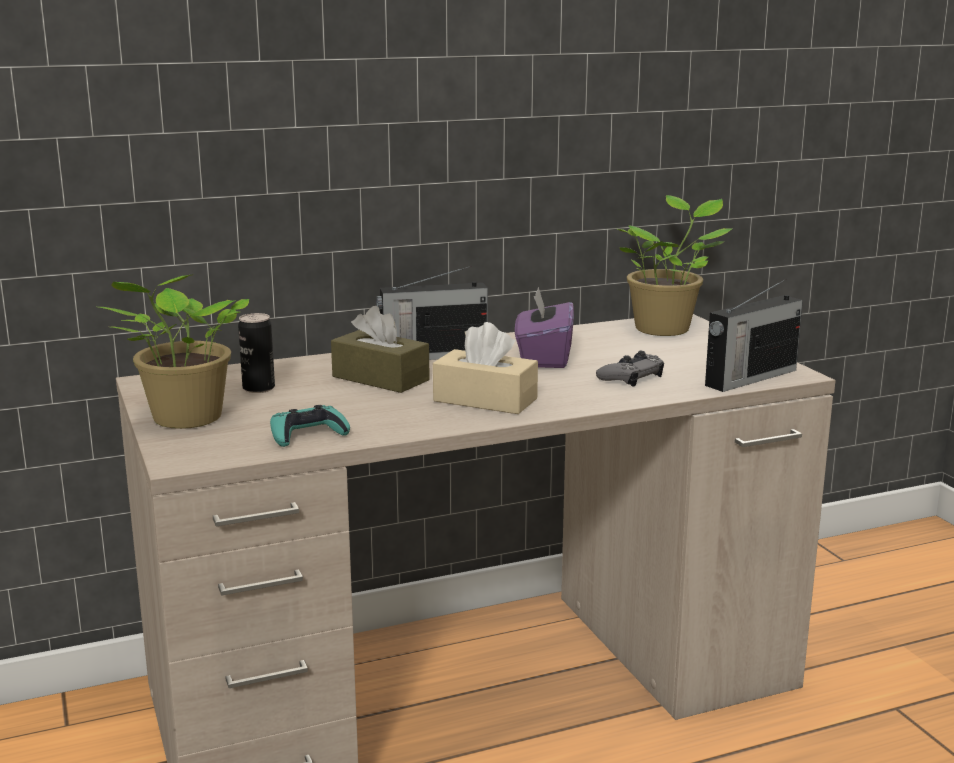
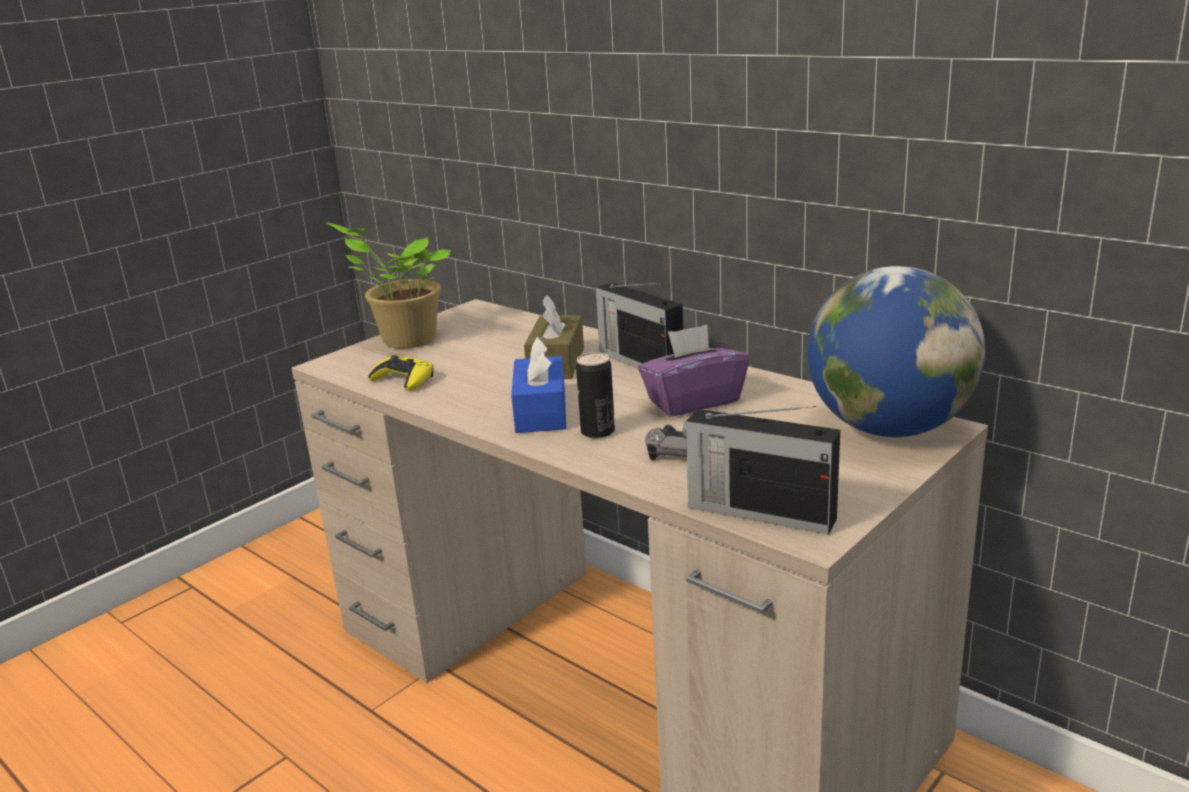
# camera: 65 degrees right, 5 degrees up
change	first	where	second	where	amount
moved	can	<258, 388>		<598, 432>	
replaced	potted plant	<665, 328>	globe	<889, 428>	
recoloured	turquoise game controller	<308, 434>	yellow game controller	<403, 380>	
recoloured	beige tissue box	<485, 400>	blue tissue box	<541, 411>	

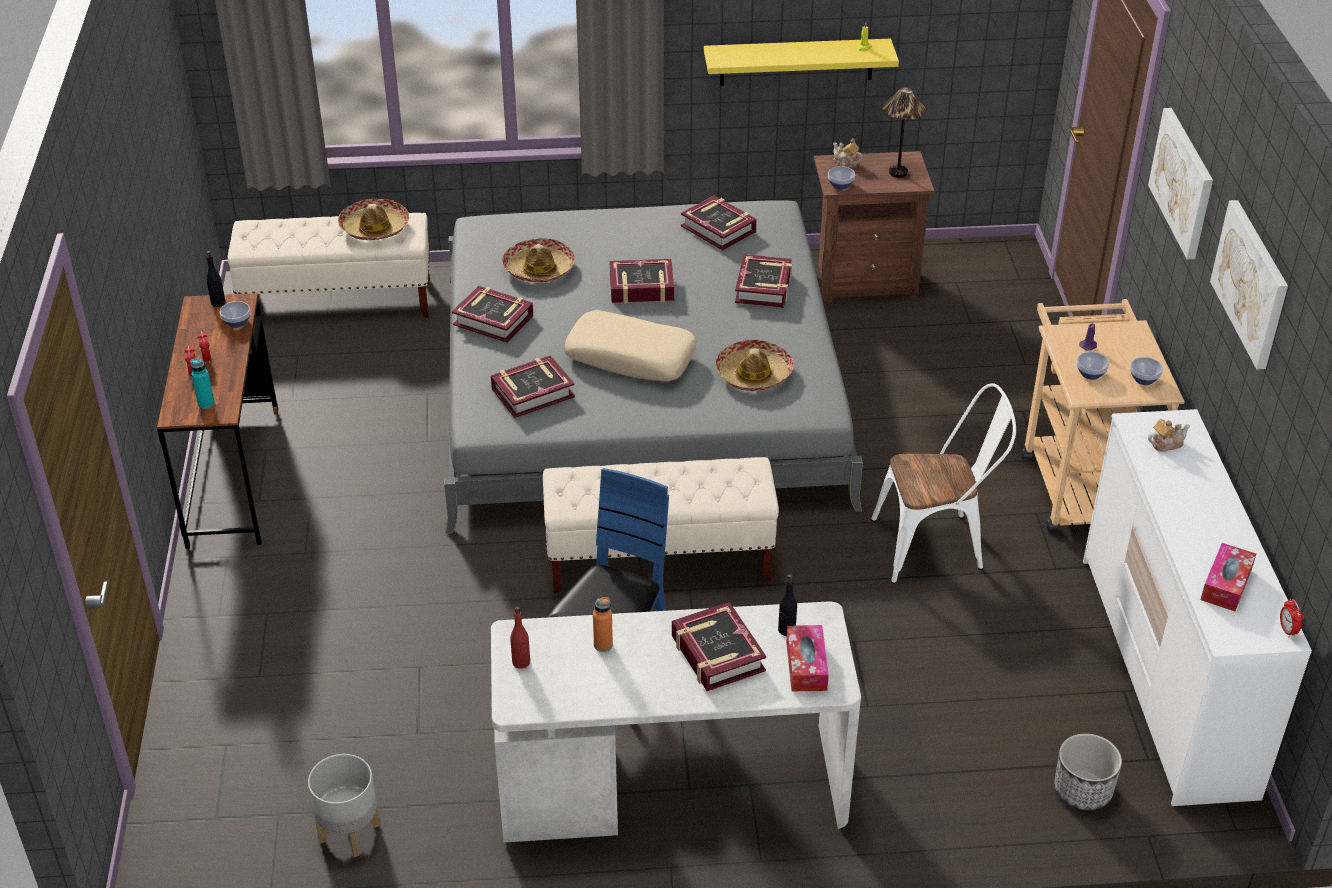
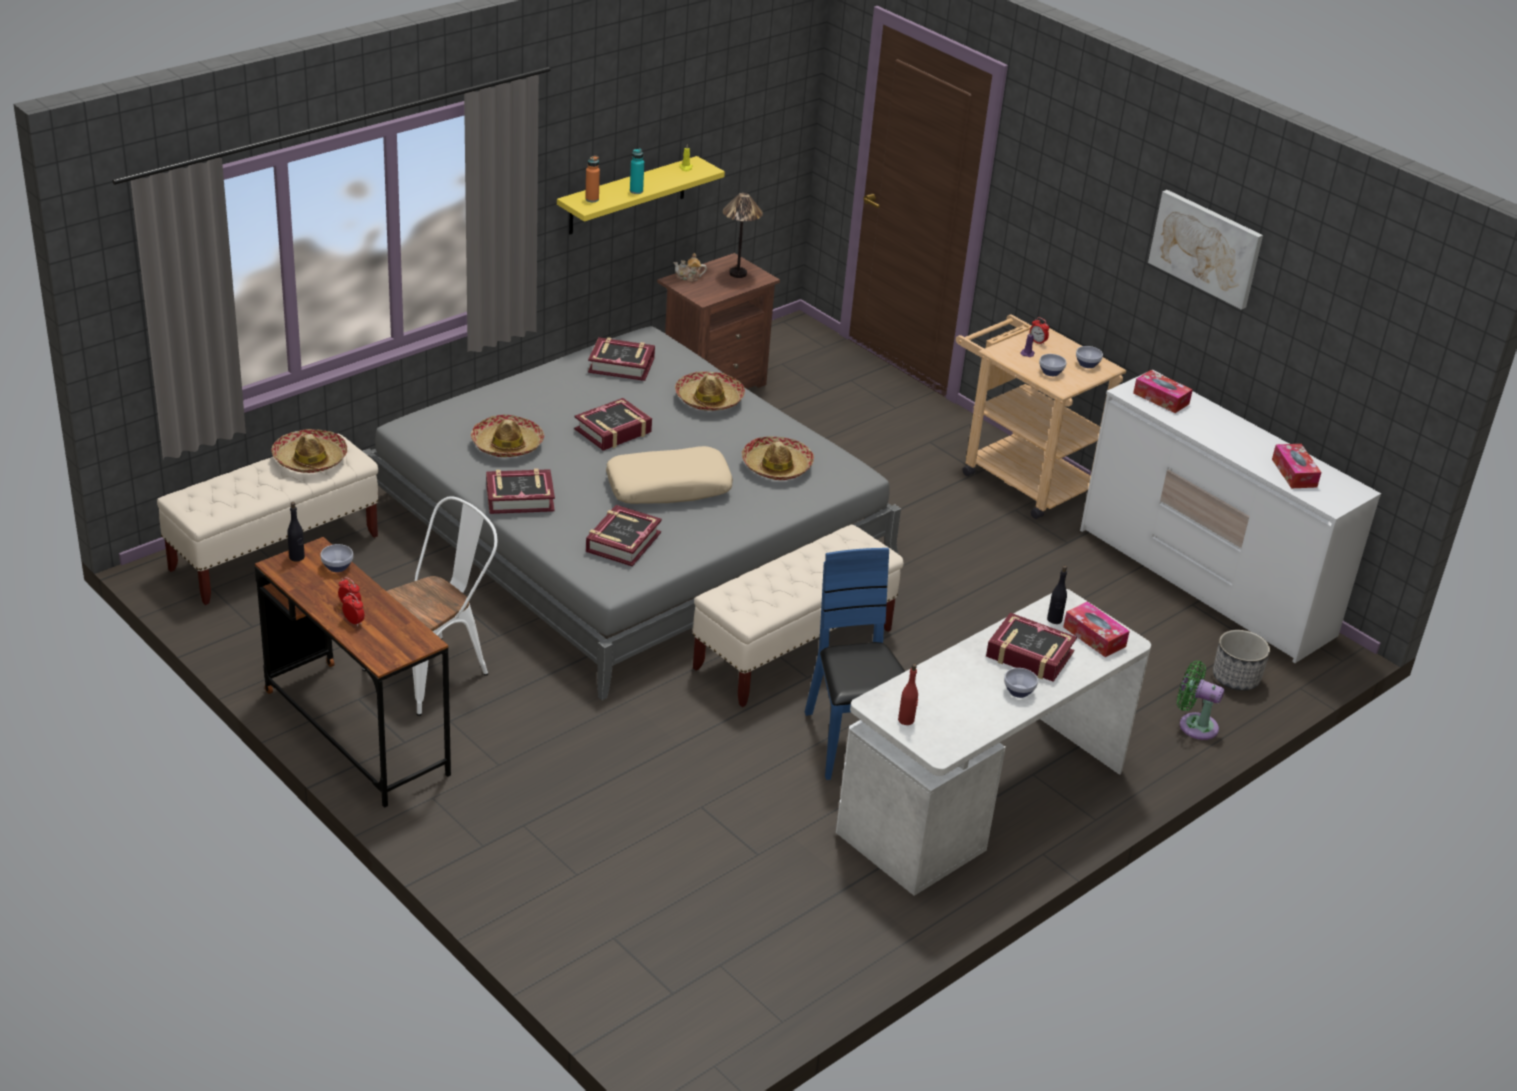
# camera: 40 degrees left, 5 degrees down
change	first	where	second	where	amount
removed	grey planter	<349, 833>			
removed	picture	<1183, 182>			
added			green fan	<1194, 725>	
moved	turquoise bottle	<206, 404>		<636, 191>	
moved	orange bottle	<603, 645>		<592, 199>	
moved	bowl	<839, 185>		<1018, 692>	
moved	white chair	<937, 545>		<435, 669>	
moved	alarm clock	<1287, 630>		<1037, 342>	
replaced	book	<764, 287>	hat	<708, 399>	
replaced	teapot	<1165, 444>	tissue box	<1161, 398>	

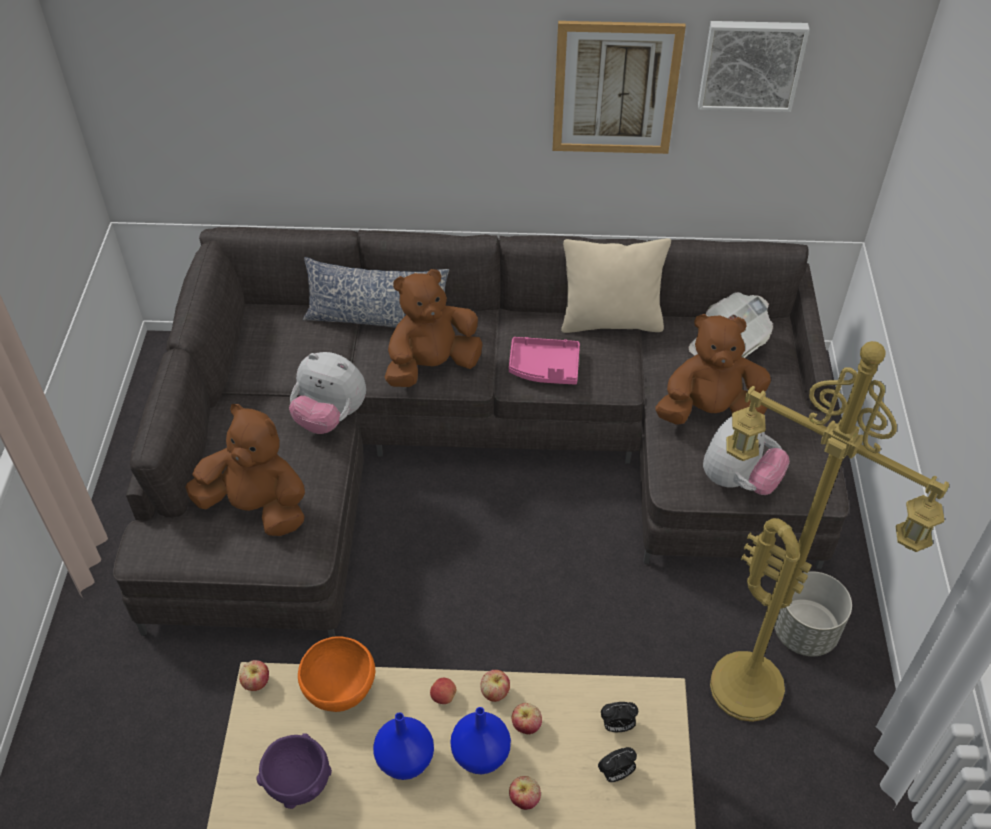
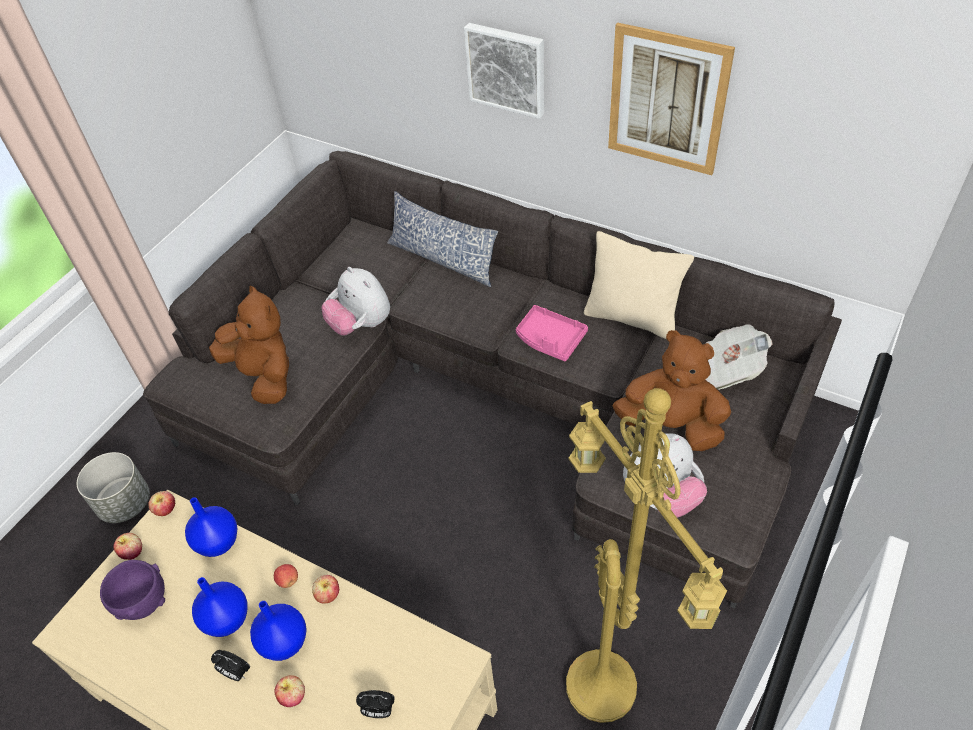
# camera: 30 degrees right, 0 degrees up
change	first	where	second	where	amount
removed	brown plush toy	<432, 366>			
moved	apple	<526, 725>		<133, 552>	
moved	alarm clock	<617, 726>		<235, 673>	
moved	picture	<751, 64>		<507, 69>	
moved	grey planter	<805, 632>		<125, 504>	
replaced	orange bowl	<340, 690>	blue vase	<218, 542>	

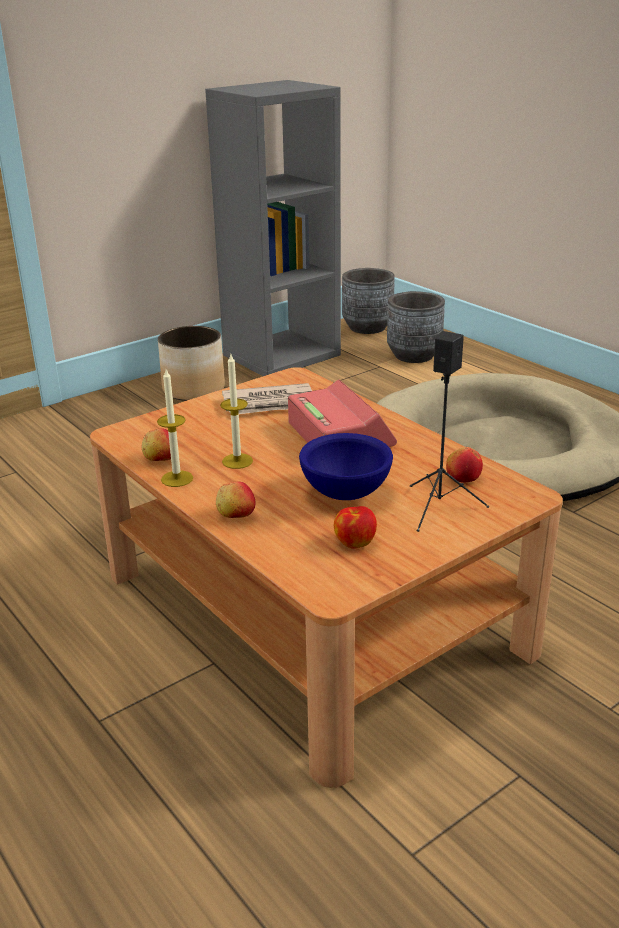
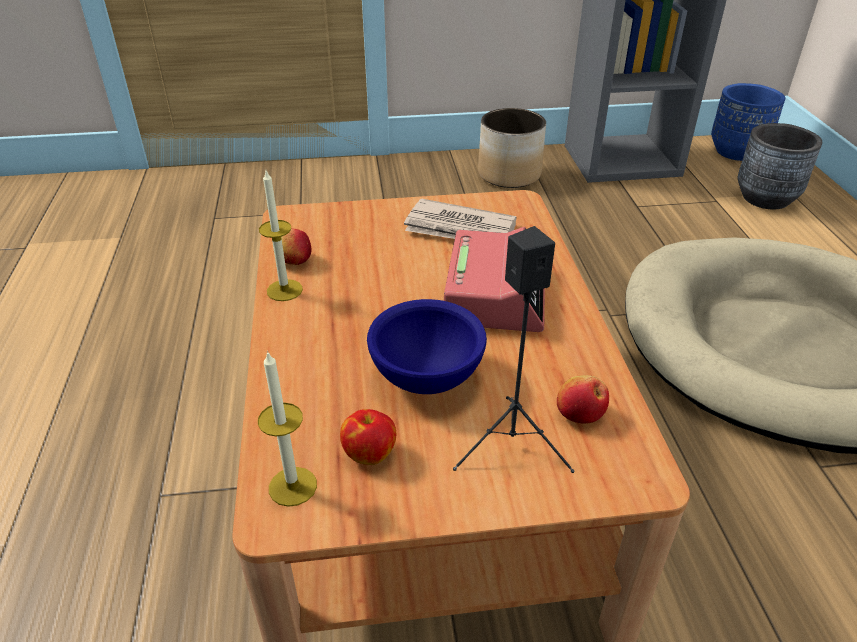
# camera: 30 degrees right, 10 degrees up
change	first	where	second	where	amount
removed	apple	<236, 515>			
moved	candle	<237, 461>		<292, 486>	
recoloured	grey planter	<367, 327>	blue planter	<737, 152>	

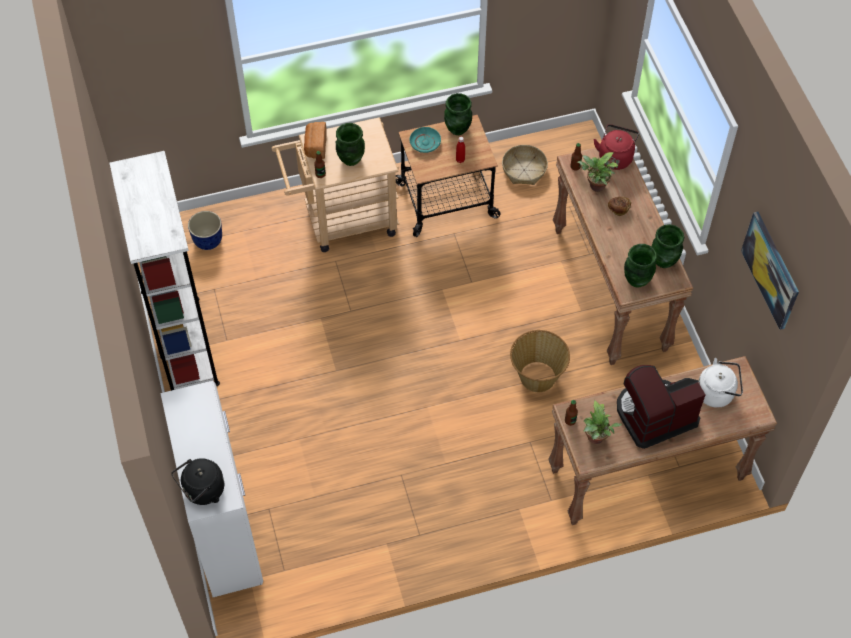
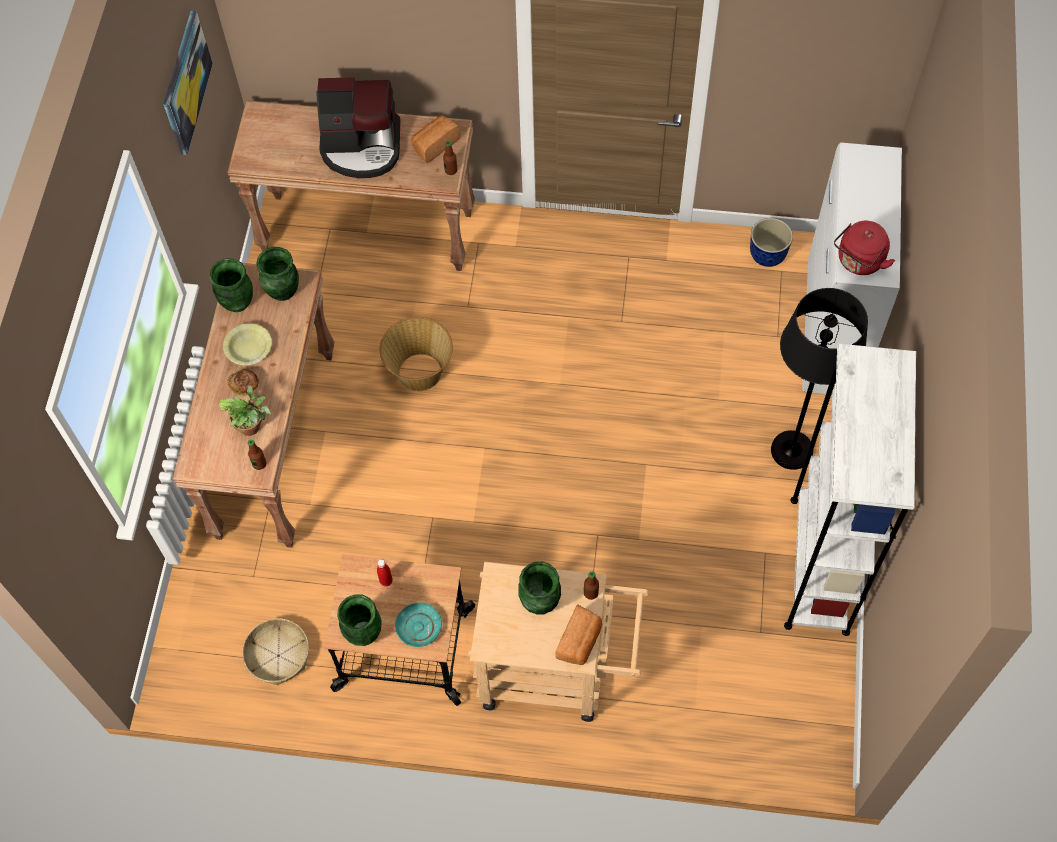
# camera: 155 degrees left, 5 degrees up
change	first	where	second	where	amount
removed	black kettle	<202, 491>			
removed	white kettle	<717, 393>			
added			yellow bowl	<249, 349>	
added			black floor lamp	<792, 451>	
moved	planter	<207, 241>		<768, 255>	
moved	red kettle	<615, 157>		<859, 262>	
replaced	potted plant	<596, 439>	bread	<435, 144>	

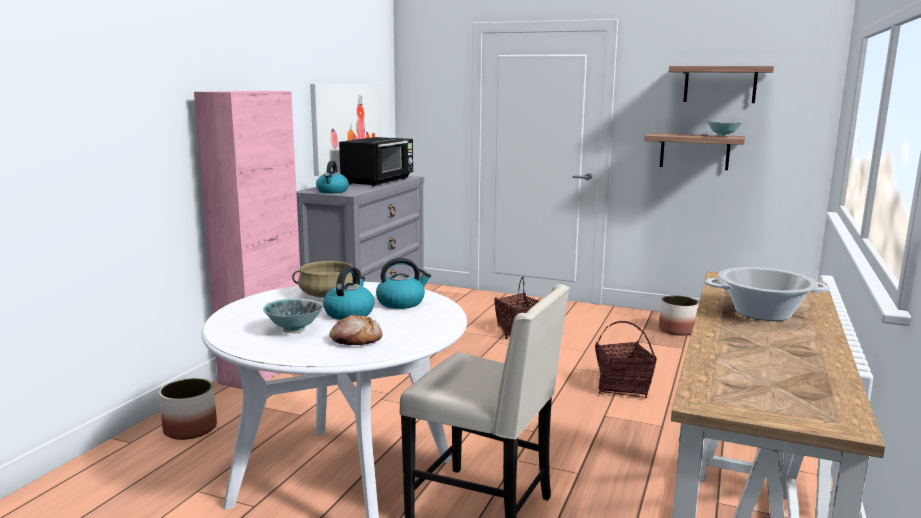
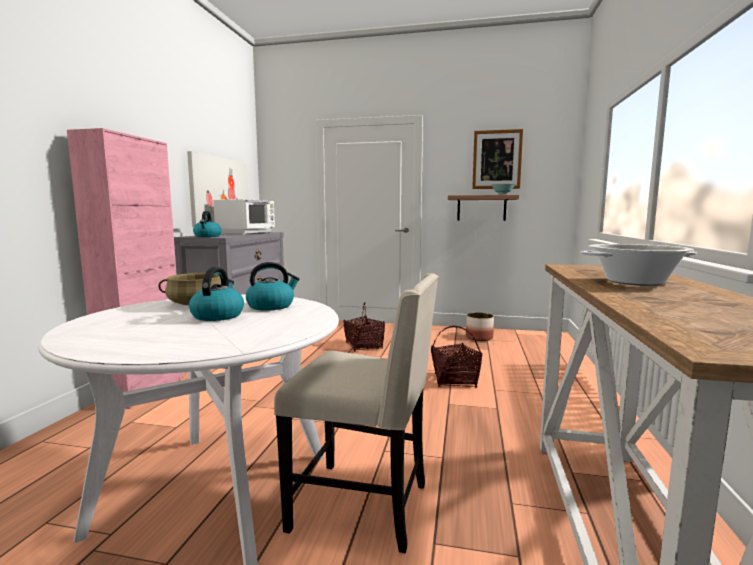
# camera: 10 degrees left, 5 degrees down
change	first	where	second	where	amount
removed	planter	<190, 429>			
removed	bowl	<294, 330>			
removed	bread	<355, 340>			
replaced	shelf	<720, 84>	picture	<497, 159>	
recoloured	black microwave	<379, 181>	white microwave	<247, 233>	

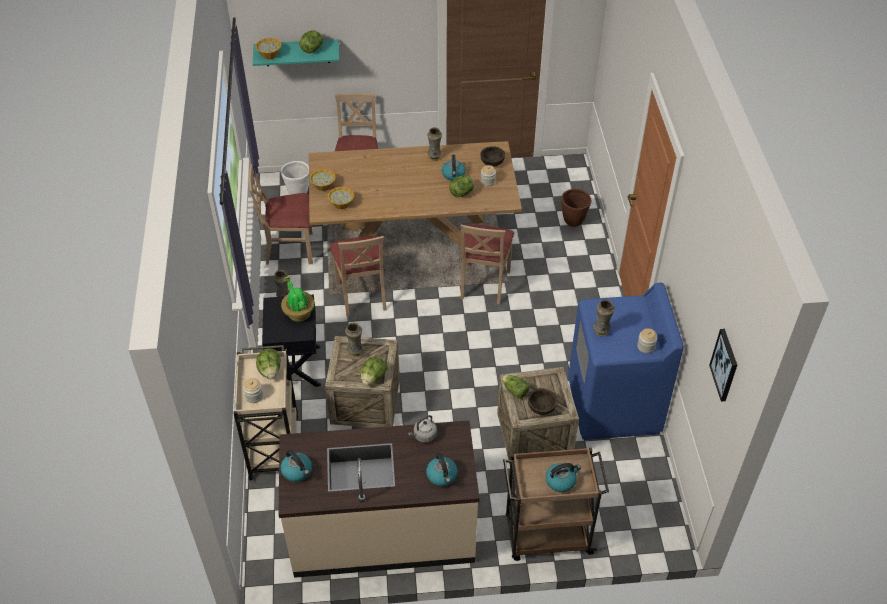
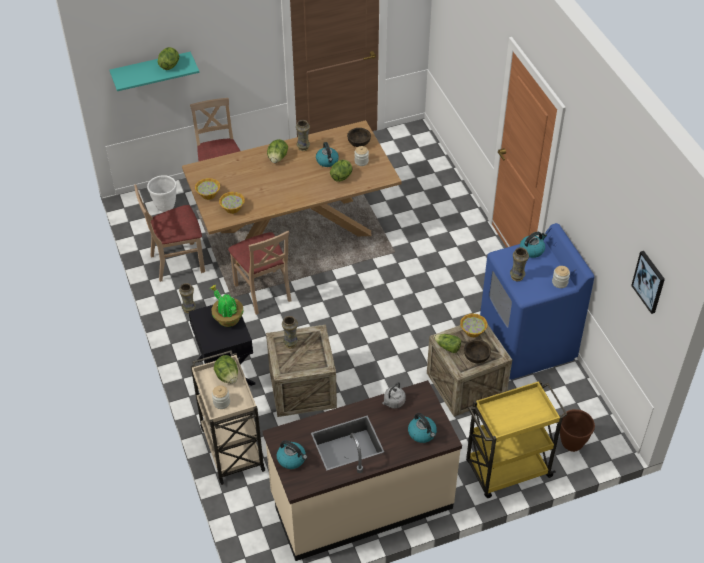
# camera: 15 degrees left, 0 degrees up
change	first	where	second	where	amount
removed	beige chair	<483, 283>			
moved	bowl	<269, 55>		<473, 331>	
moved	lettuce	<373, 378>		<277, 158>	
moved	kettle	<561, 481>		<532, 250>	
moved	brown planter	<573, 221>		<572, 444>	
recoloured	brown cart	<546, 535>	yellow cart	<507, 470>	

